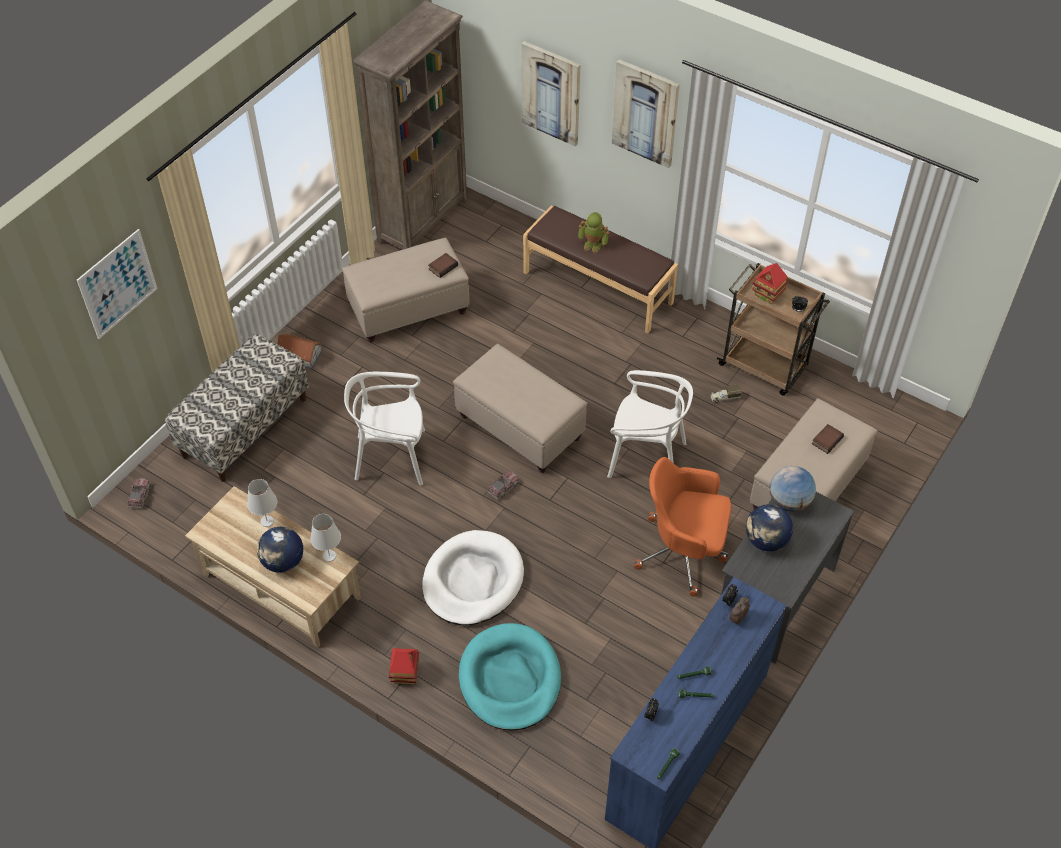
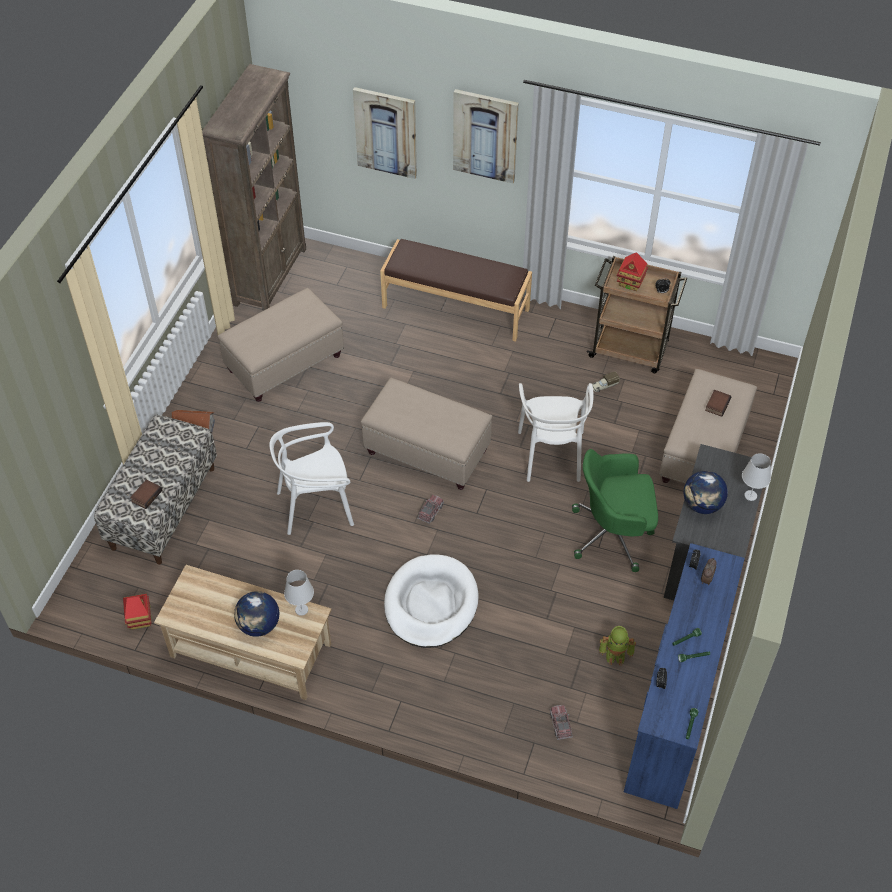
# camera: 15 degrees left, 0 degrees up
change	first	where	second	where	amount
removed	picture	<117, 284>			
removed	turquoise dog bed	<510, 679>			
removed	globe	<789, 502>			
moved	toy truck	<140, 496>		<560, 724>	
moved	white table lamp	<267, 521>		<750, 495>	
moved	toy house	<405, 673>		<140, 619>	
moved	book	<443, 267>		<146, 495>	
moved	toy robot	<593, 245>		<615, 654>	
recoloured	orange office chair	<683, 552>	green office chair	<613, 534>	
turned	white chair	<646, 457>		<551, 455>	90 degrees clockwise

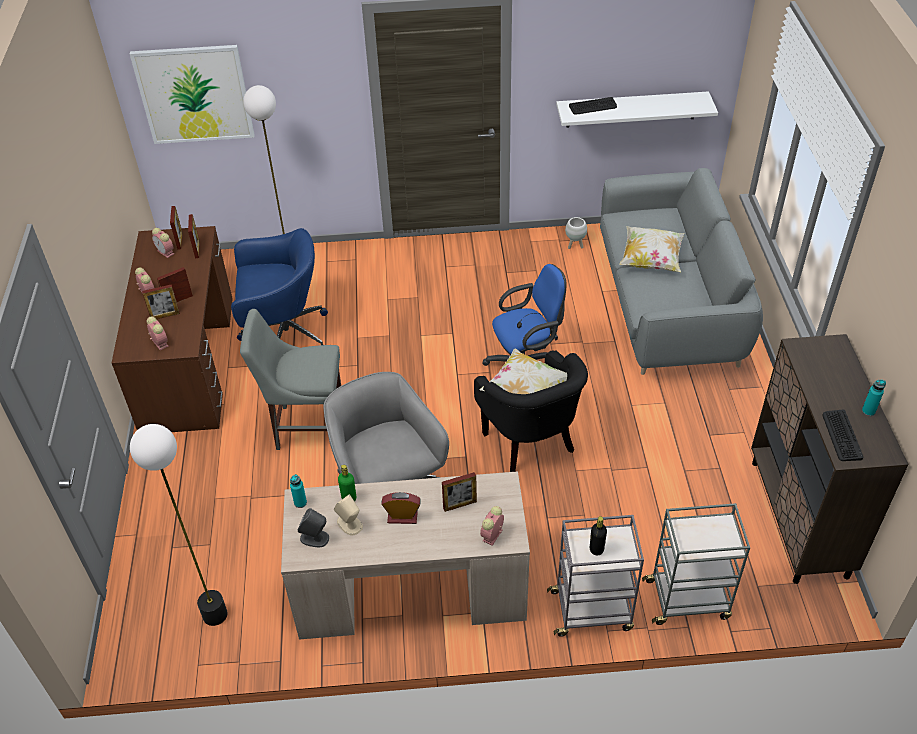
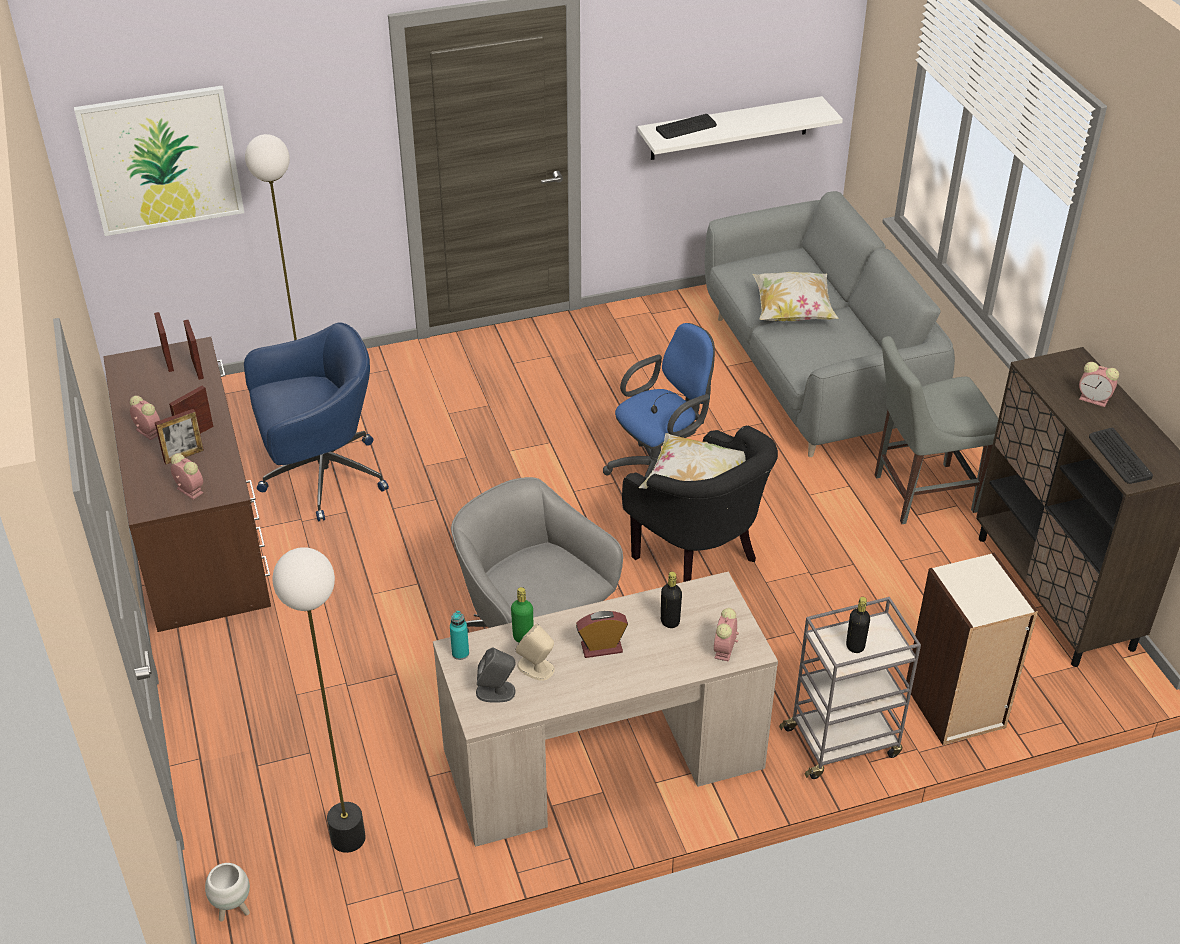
# camera: 15 degrees left, 5 degrees down
change	first	where	second	where	amount
removed	turquoise bottle	<868, 411>			
moved	alarm clock	<166, 252>		<1095, 399>	
moved	grey chair	<306, 426>		<919, 493>	
moved	white planter	<574, 245>		<233, 910>	
replaced	picture frame	<460, 505>	black bottle	<670, 621>	
replaced	grey cart	<688, 599>	bookcase	<955, 707>	

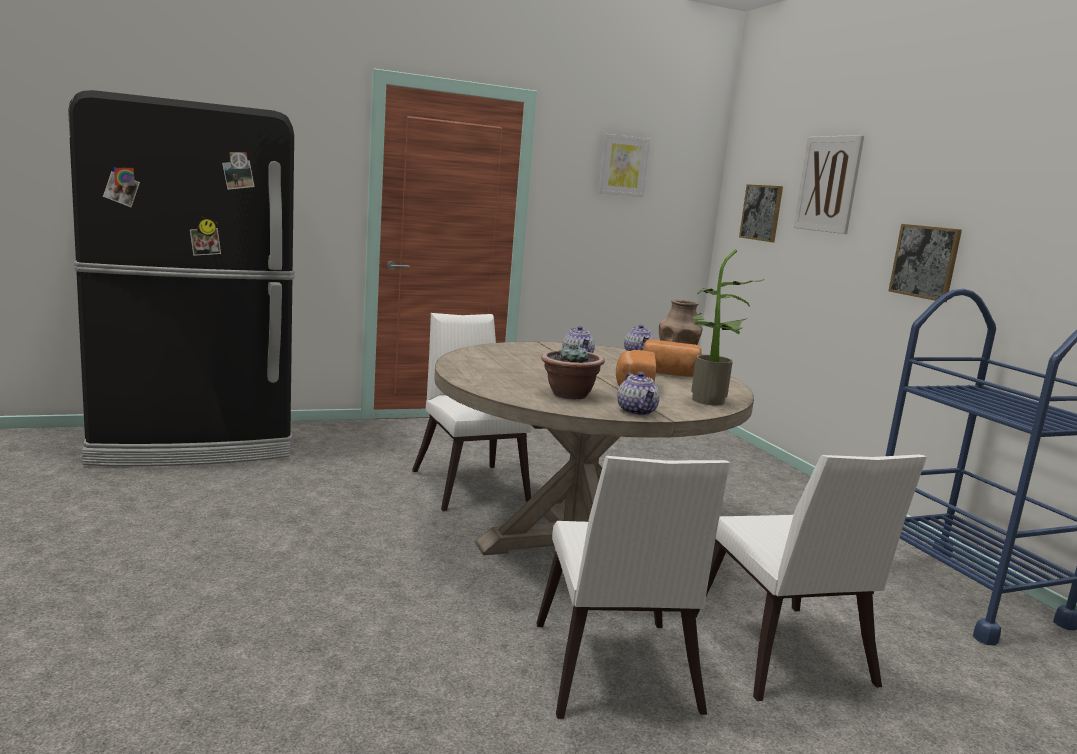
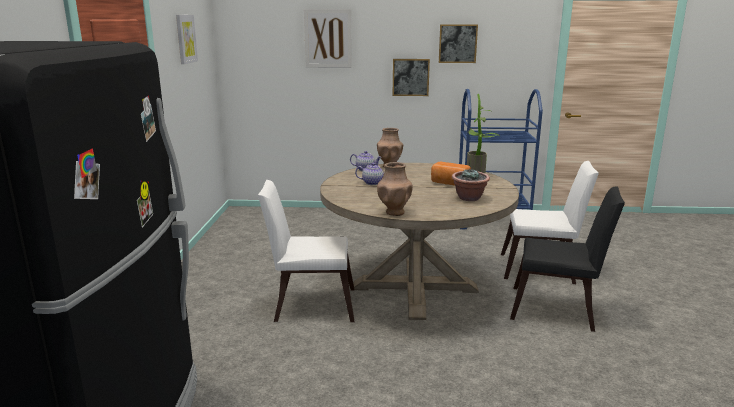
# camera: 65 degrees left, 5 degrees up
change	first	where	second	where	amount
removed	teapot	<637, 411>			
removed	bread	<669, 373>			
added			brown vase	<394, 212>	
moved	picture	<761, 212>		<457, 43>	
recoloured	white chair	<614, 675>	black chair	<558, 310>	

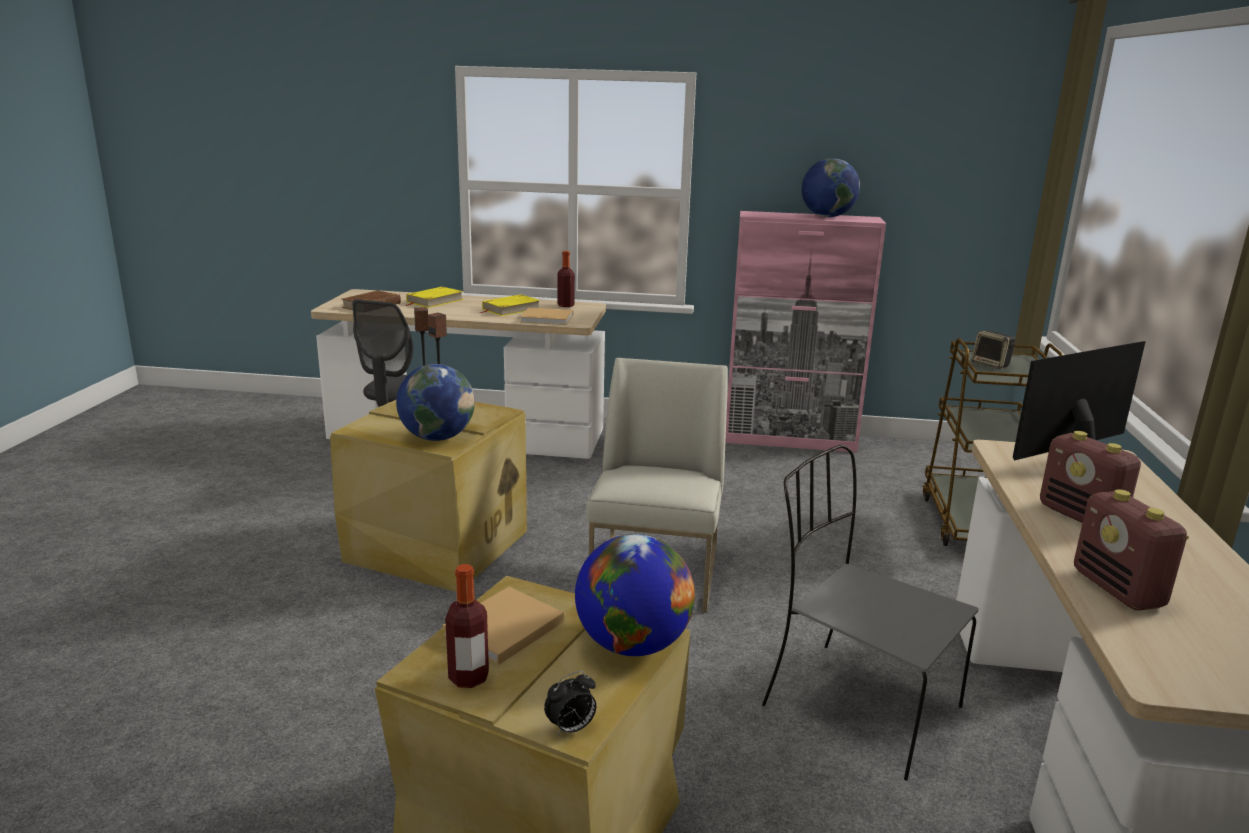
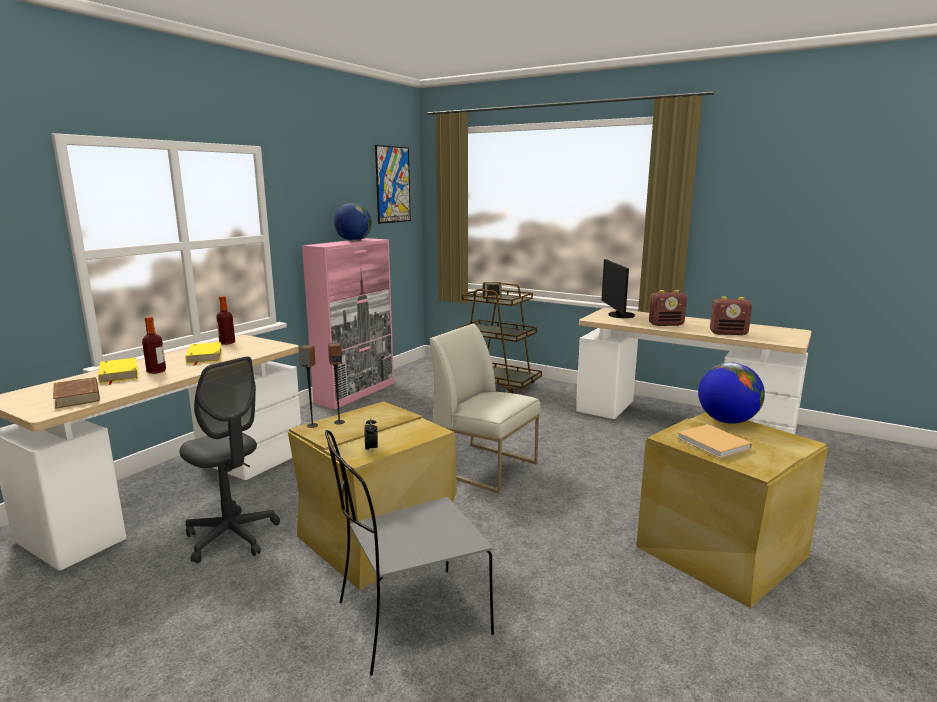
# camera: 65 degrees left, 5 degrees down
change	first	where	second	where	amount
removed	globe	<437, 437>			
removed	beige book	<548, 319>			
added			picture	<393, 184>	
moved	bottle	<468, 677>		<156, 371>	
moved	alarm clock	<571, 729>		<371, 449>	
moved	grey chair	<856, 705>		<409, 619>	

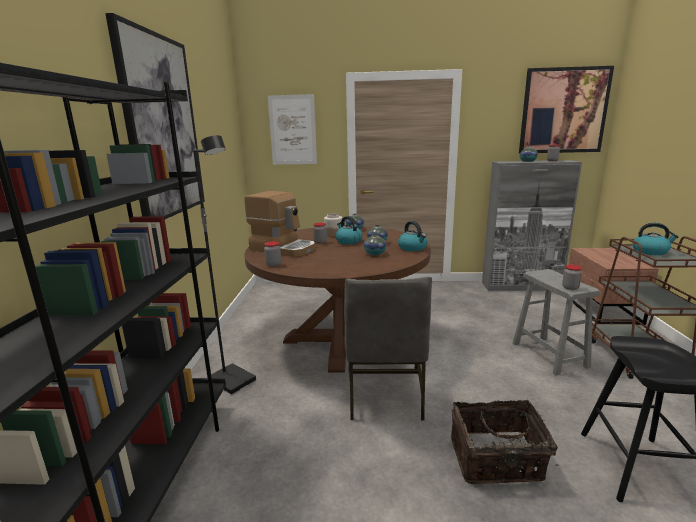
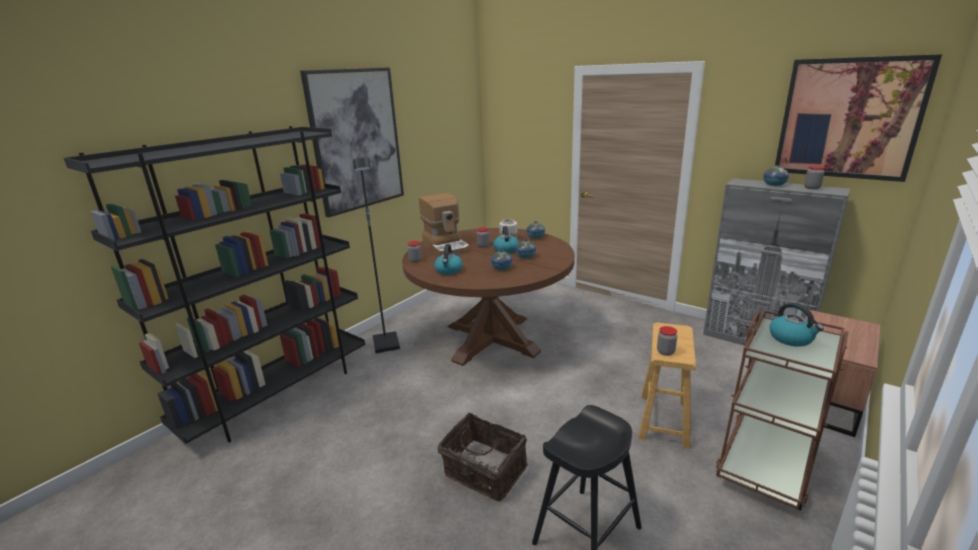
# camera: 35 degrees right, 5 degrees up
change	first	where	second	where	amount
removed	picture	<293, 130>			
removed	grey chair	<384, 394>			
moved	kettle	<413, 248>		<449, 270>	
recoloured	grey stool	<549, 355>	brown stool	<664, 420>	

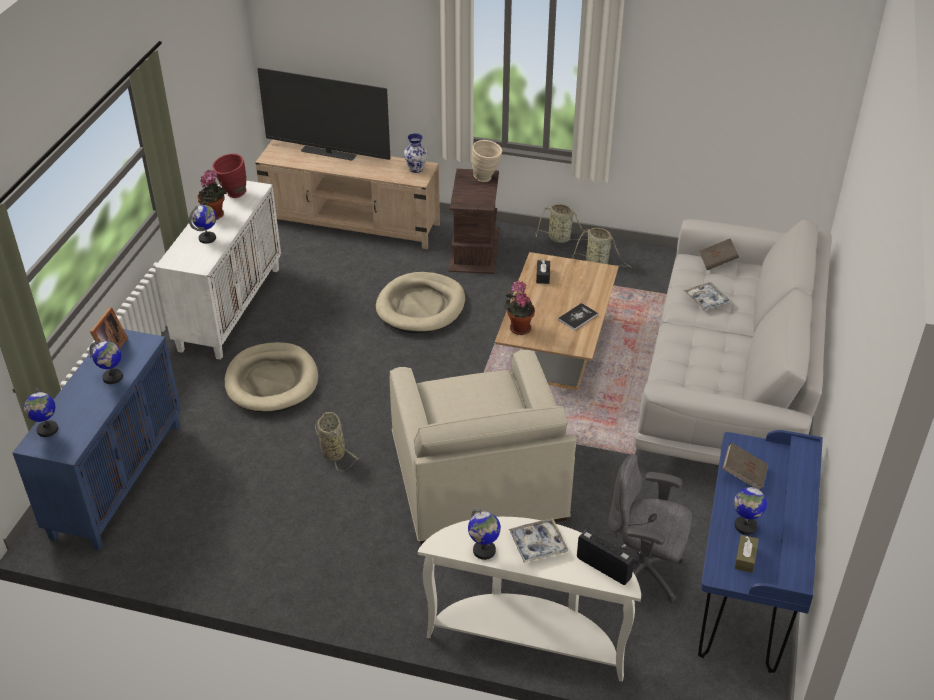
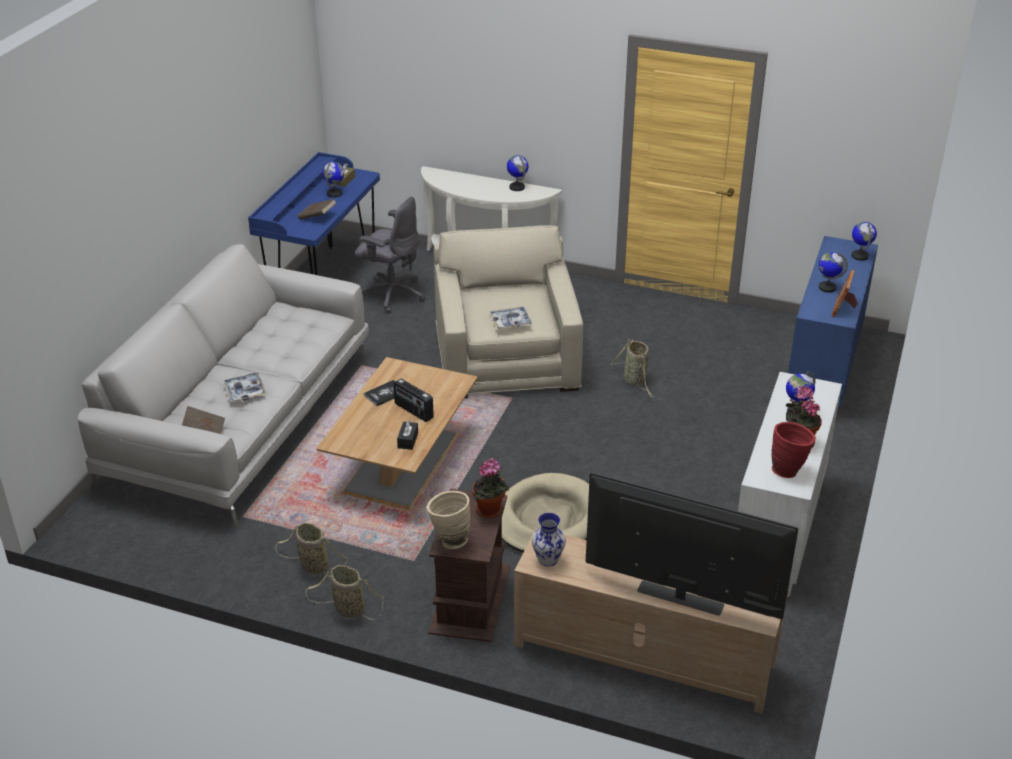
# camera: 175 degrees left, 5 degrees down
change	first	where	second	where	amount
removed	beige dog bed	<272, 381>			
moved	potted plant	<518, 327>		<490, 512>	
moved	tray	<538, 544>		<510, 322>	
moved	radio	<604, 567>		<413, 411>	

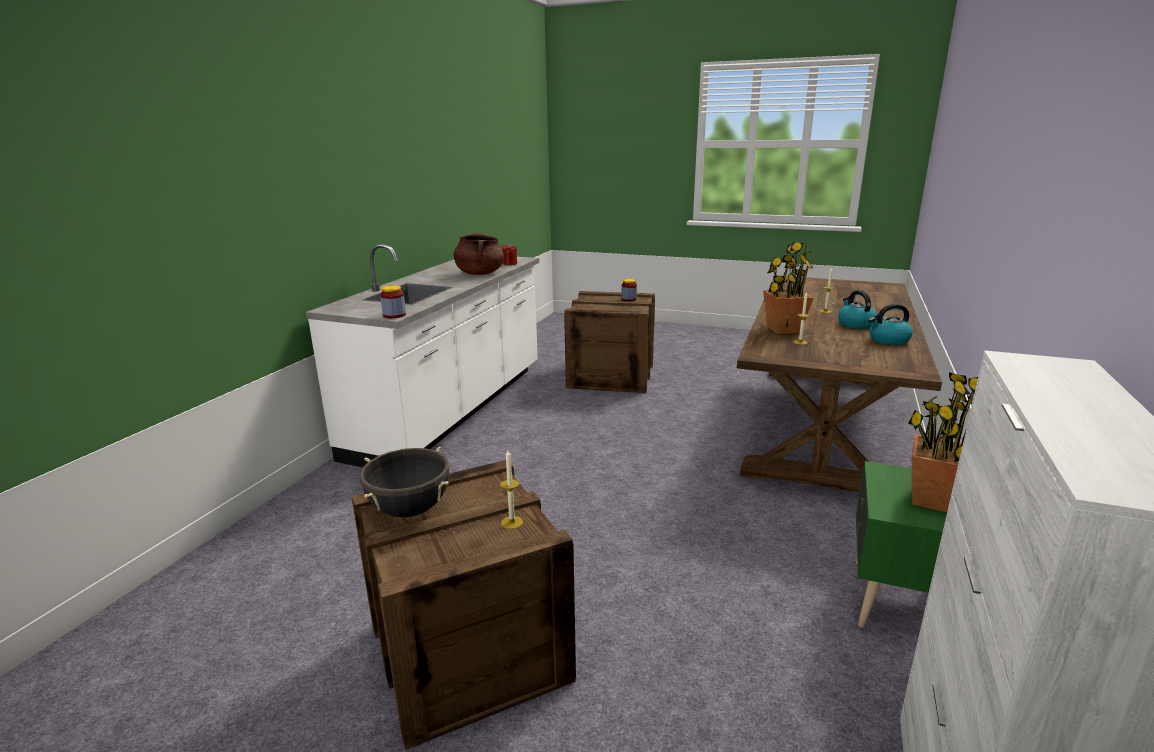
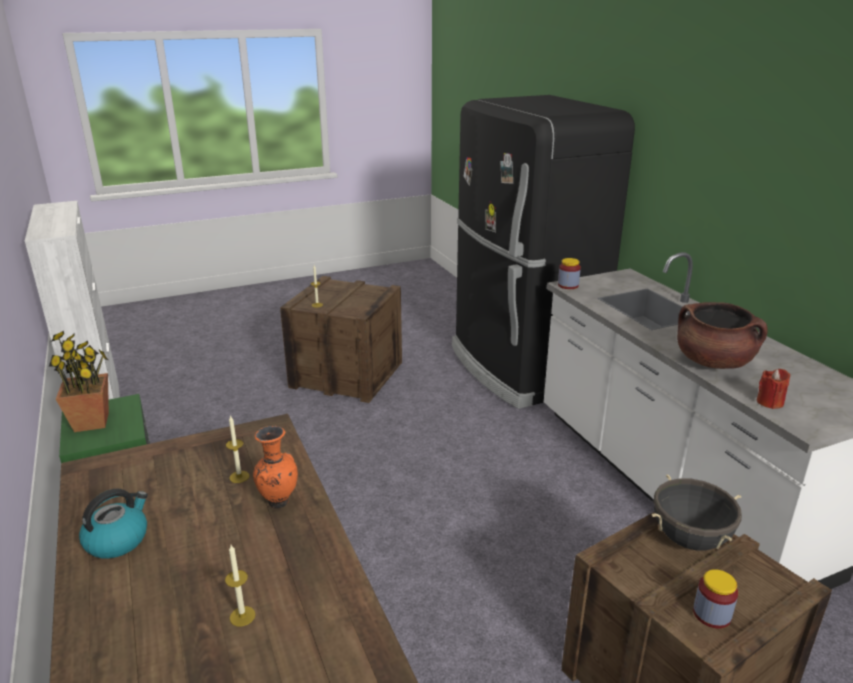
# camera: 135 degrees right, 5 degrees up
change	first	where	second	where	amount
removed	kettle	<855, 324>			
added			black fridge	<520, 368>	
moved	black cooking pot	<410, 510>		<689, 539>	
replaced	potted plant	<783, 330>	orange vase	<278, 501>	

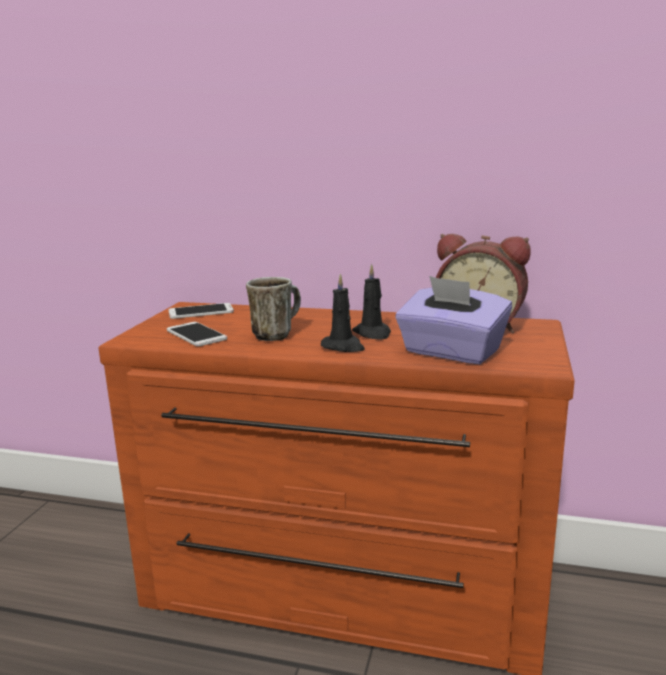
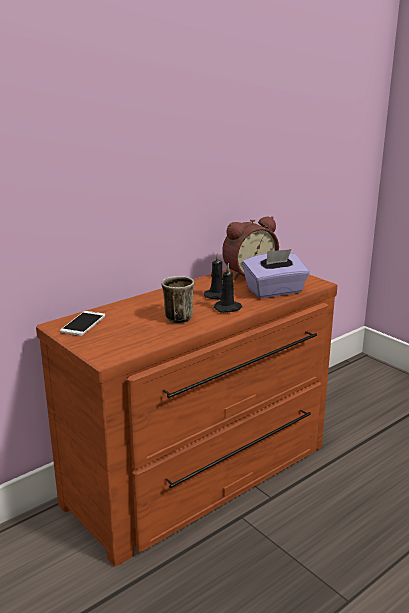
# camera: 55 degrees left, 5 degrees up
change	first	where	second	where	amount
removed	phone	<196, 335>			

